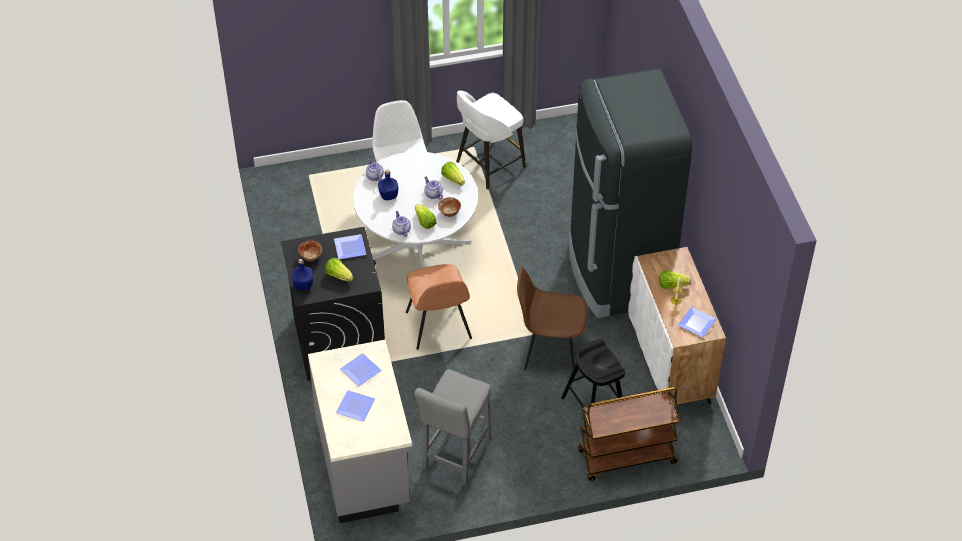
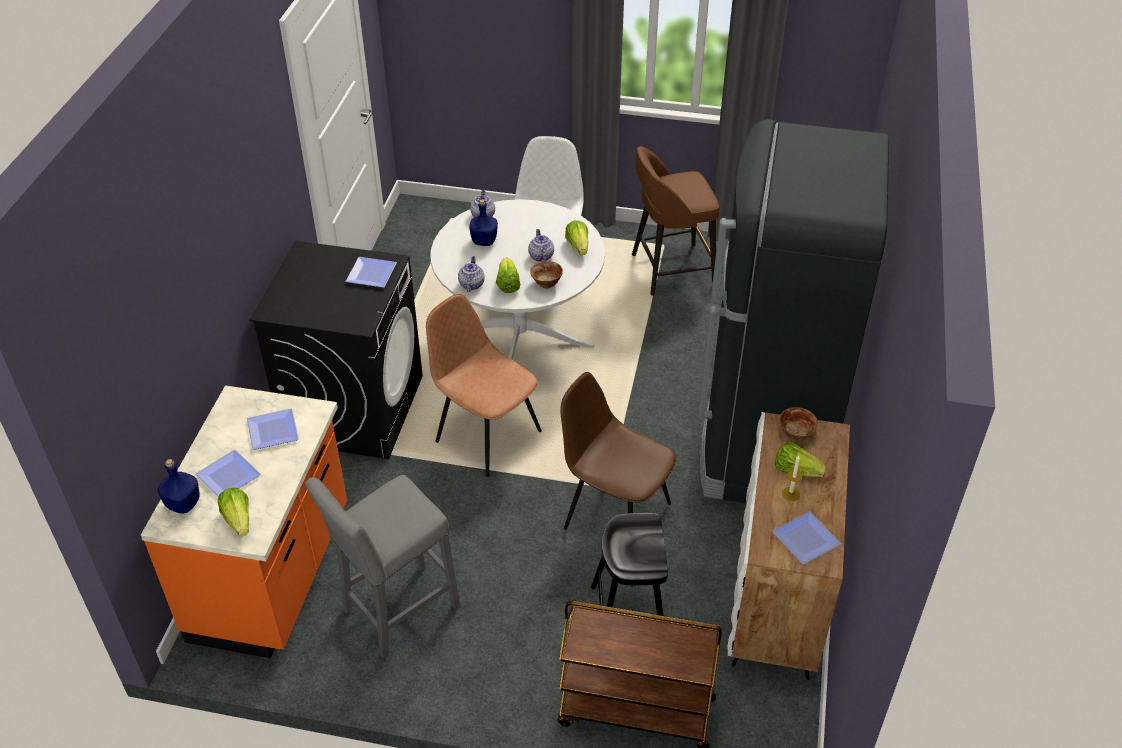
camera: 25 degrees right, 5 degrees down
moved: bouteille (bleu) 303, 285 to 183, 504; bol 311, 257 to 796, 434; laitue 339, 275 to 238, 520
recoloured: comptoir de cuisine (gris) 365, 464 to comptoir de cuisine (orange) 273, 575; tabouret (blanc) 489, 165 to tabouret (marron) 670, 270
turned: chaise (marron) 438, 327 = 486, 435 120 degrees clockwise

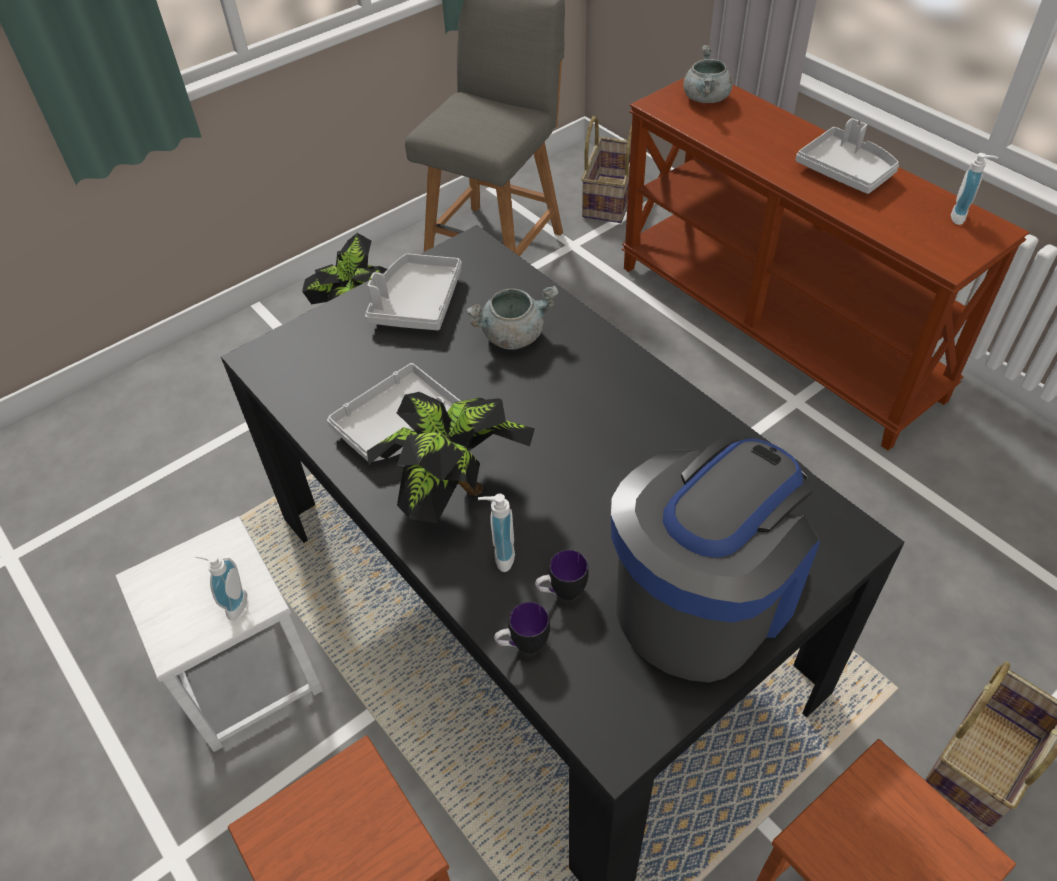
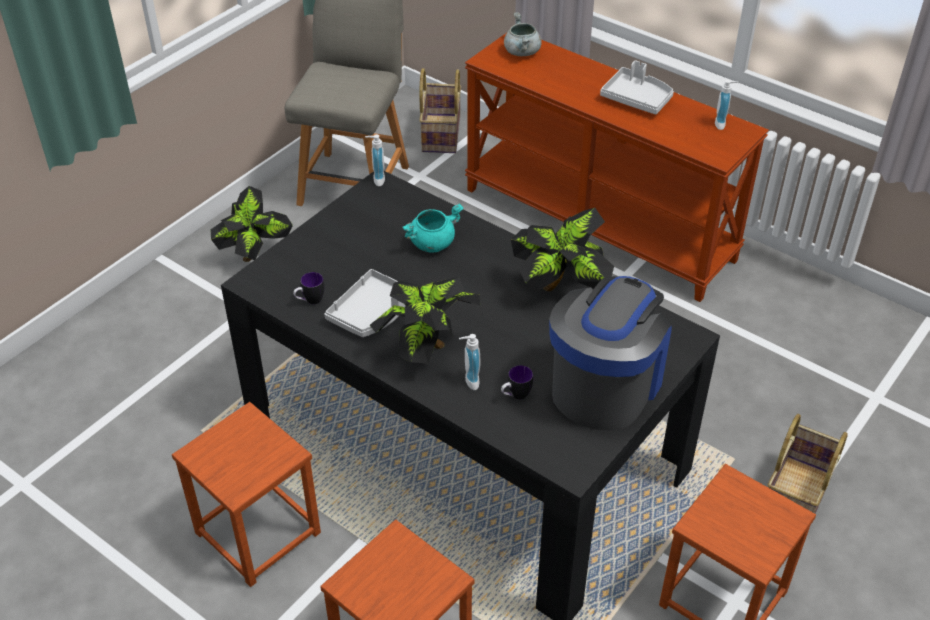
camera: 15 degrees left, 5 degrees down
removed: plateau (gris) 416, 303
added: plante en pot 561, 289
moved: distributeur de savon 233, 605 to 376, 180; mug 523, 645 to 310, 301
recoloured: tabouret (blanc) 246, 675 to tabouret (marron) 257, 533; marmite (gris) 513, 335 to marmite (turquoise) 432, 243

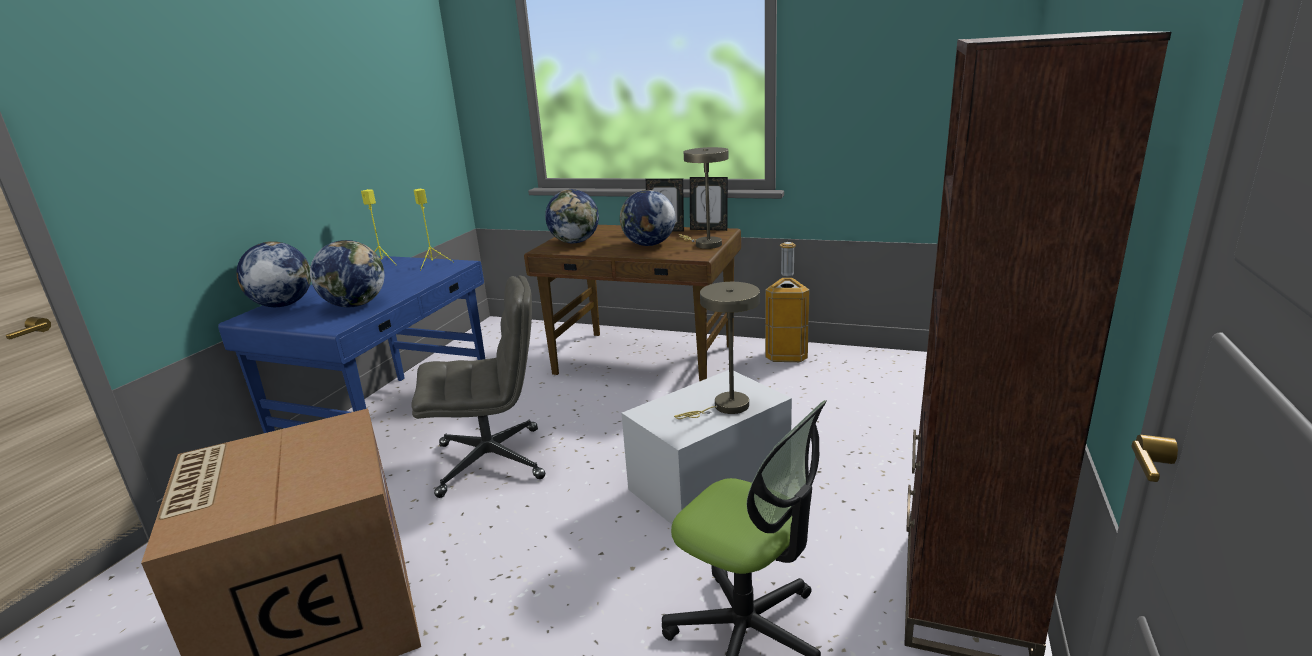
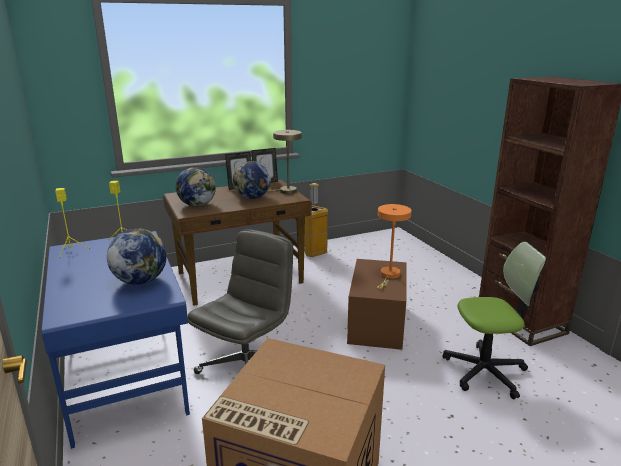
camera: 45 degrees left, 0 degrees up
removed: globe 282, 305
recoloured: boîte de rangement (blanc) 710, 481 to boîte de rangement (marron) 376, 323; lampe de table (beige) 725, 407 to lampe de table (orange) 389, 276

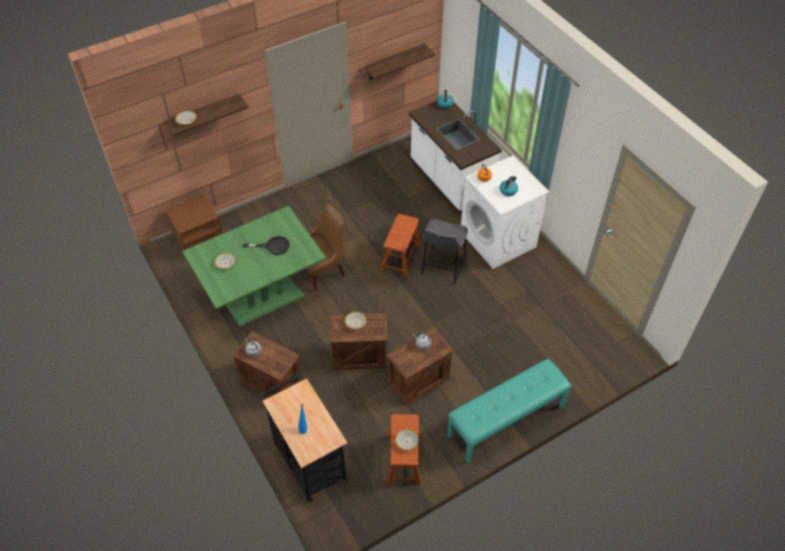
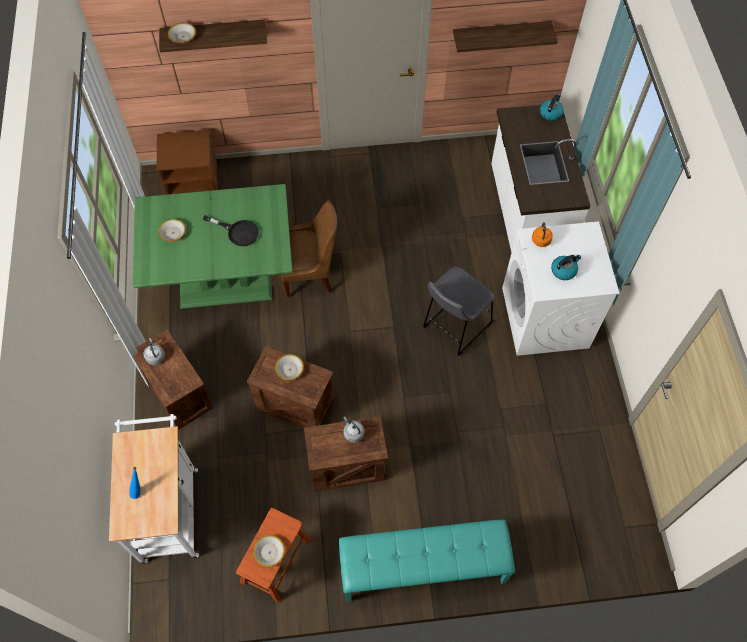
camera: 25 degrees right, 10 degrees up
removed: tabouret (marron) 401, 257
recoloured: chariot (noir) 308, 459 to chariot (blanc) 169, 508

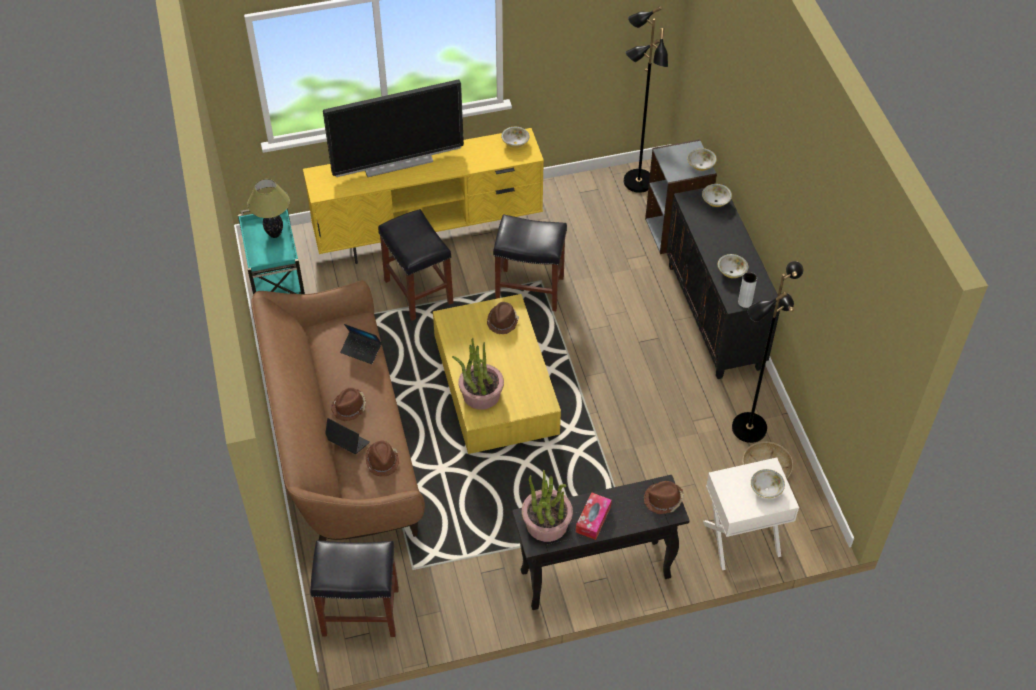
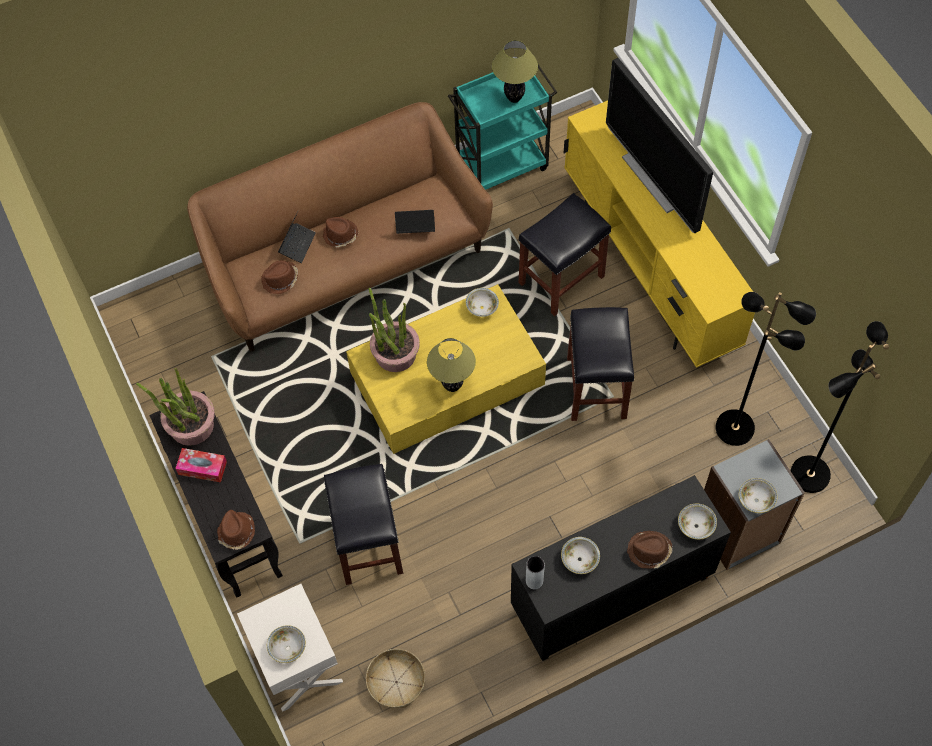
camera: 80 degrees right, 10 degrees up
added: lampe de table 452, 386
moved: tabouret (noir) 359, 612 to 367, 543; chapeau (marron) 503, 321 to 649, 551; bol 515, 143 to 482, 308; lampadaire (noir) 748, 427 to 735, 427
turned: ordinateur portable 361, 350 = 415, 227 75 degrees clockwise

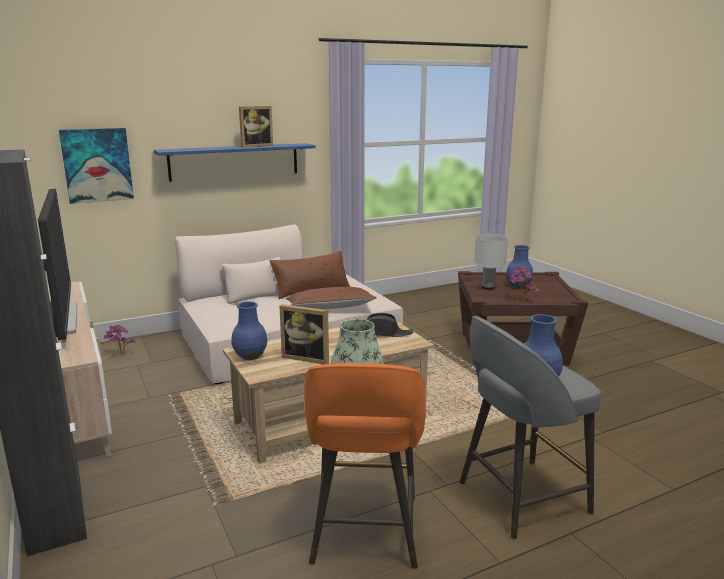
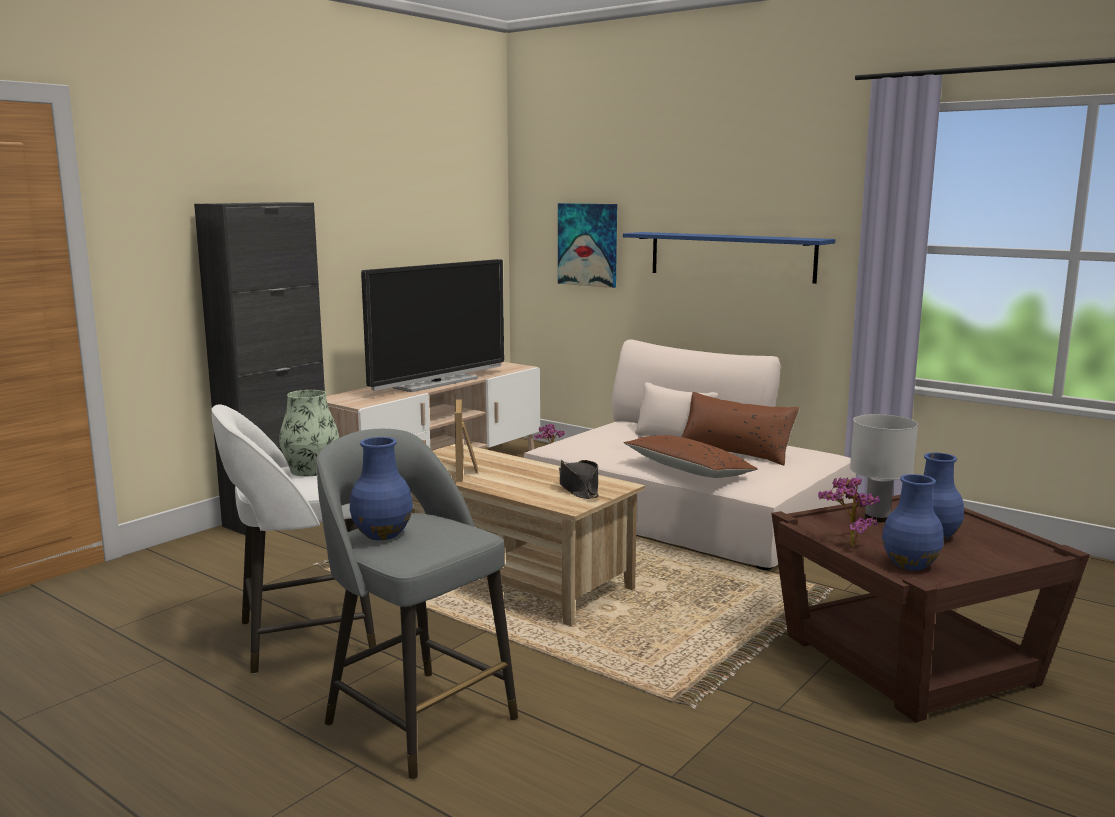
camera: 65 degrees right, 5 degrees down
removed: cadre photo 255, 146
moved: vase (bleu) 250, 356 to 910, 564
recoloured: tabouret (orange) 364, 533 to tabouret (blanc) 301, 637

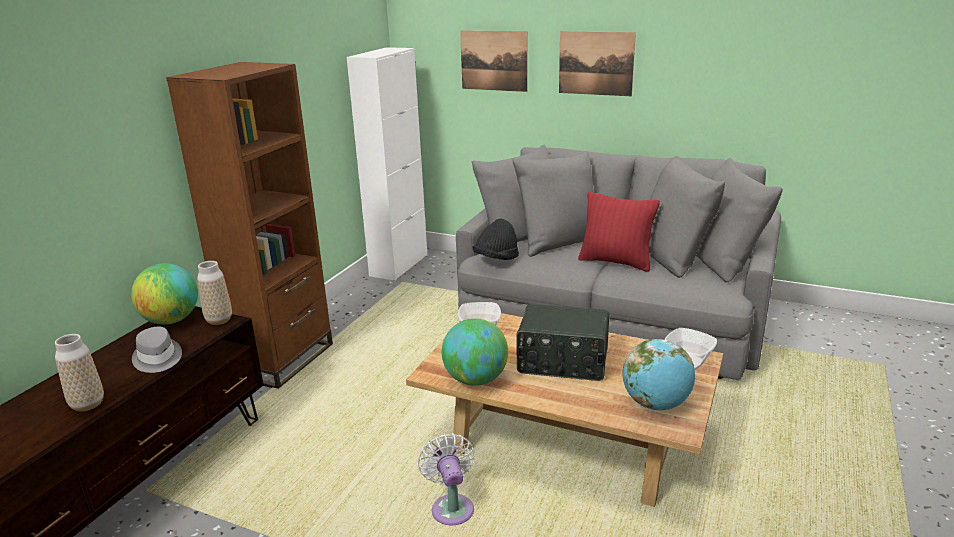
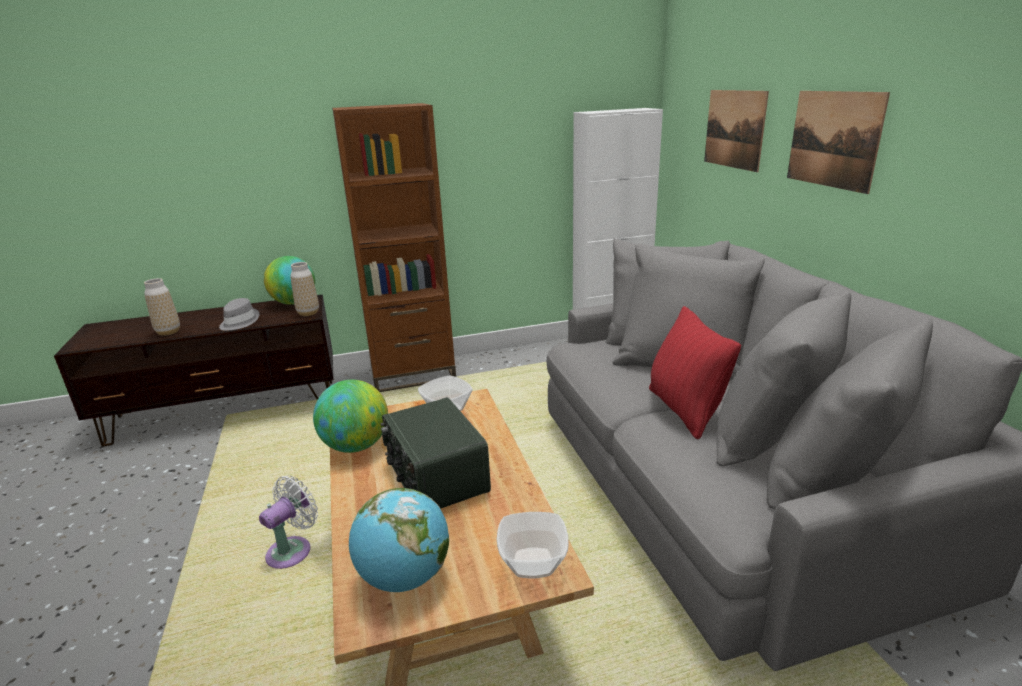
camera: 50 degrees right, 0 degrees up
removed: chapeau (noir) 496, 259

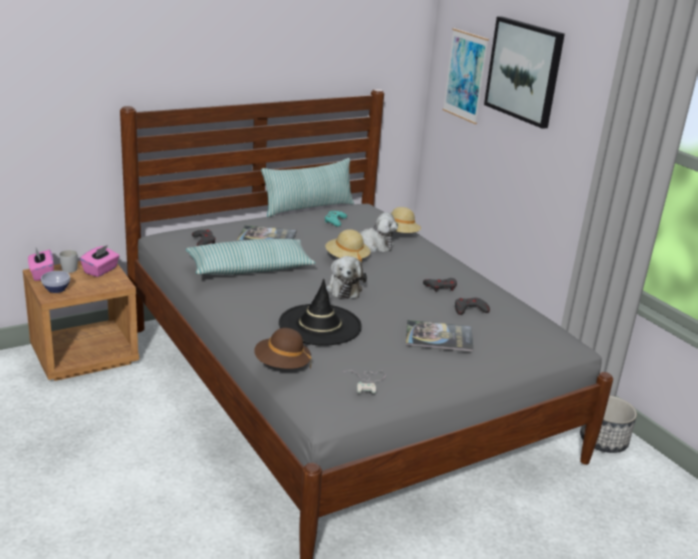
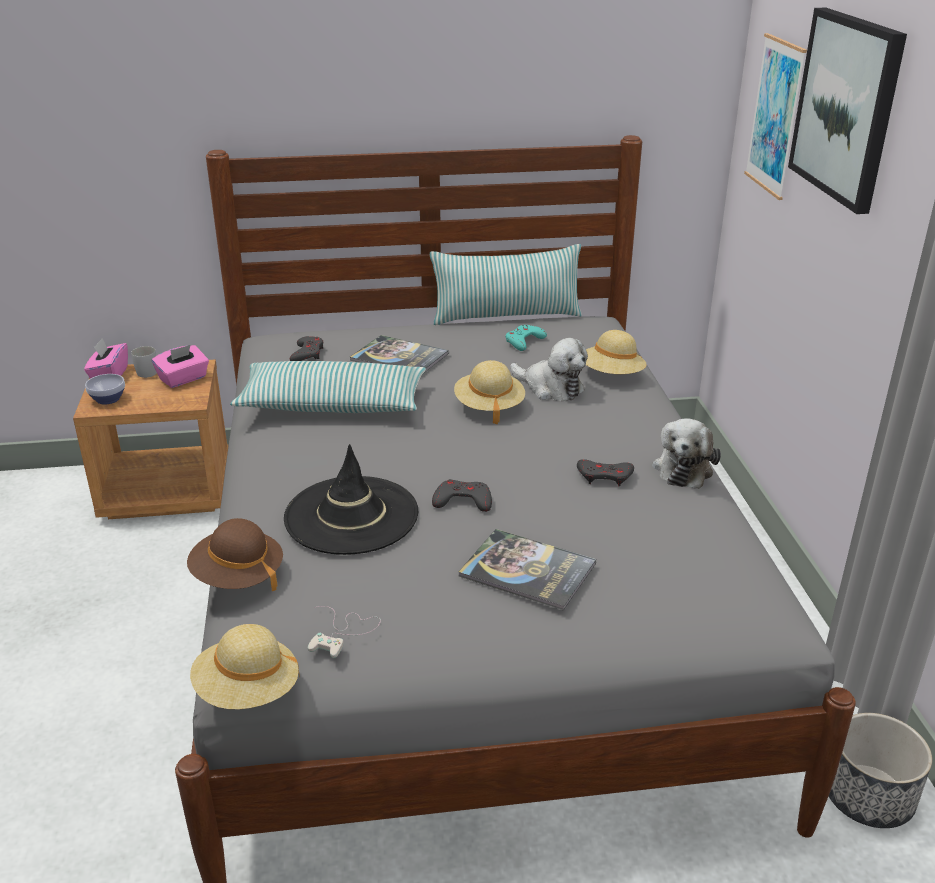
camera: 25 degrees right, 5 degrees up
added: chapeau (beige) 247, 691
moved: peluche 343, 288 to 683, 468; manette (gris) 469, 309 to 463, 501

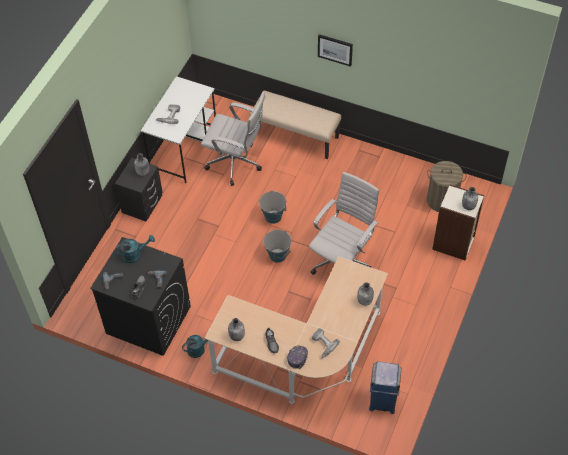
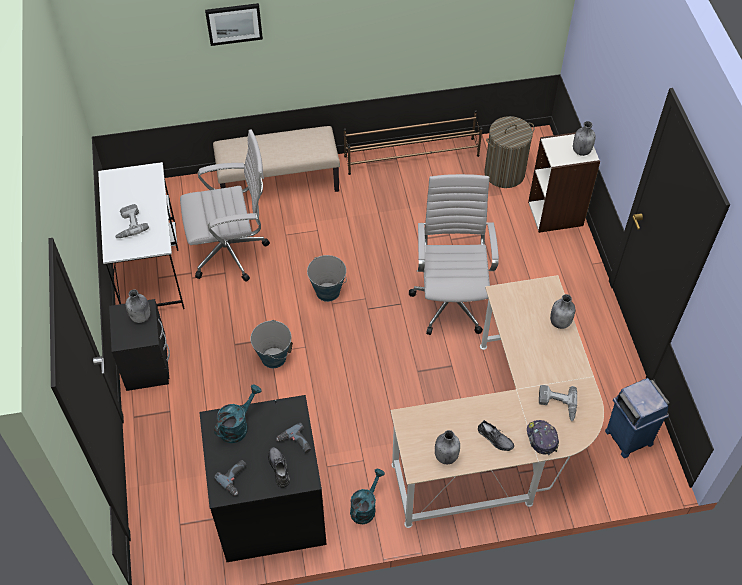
camera: 35 degrees left, 0 degrees up
added: étagère à chaussures (marron) 412, 156
moved: seau 278, 255 to 273, 357; tableau 335, 49 to 234, 23

